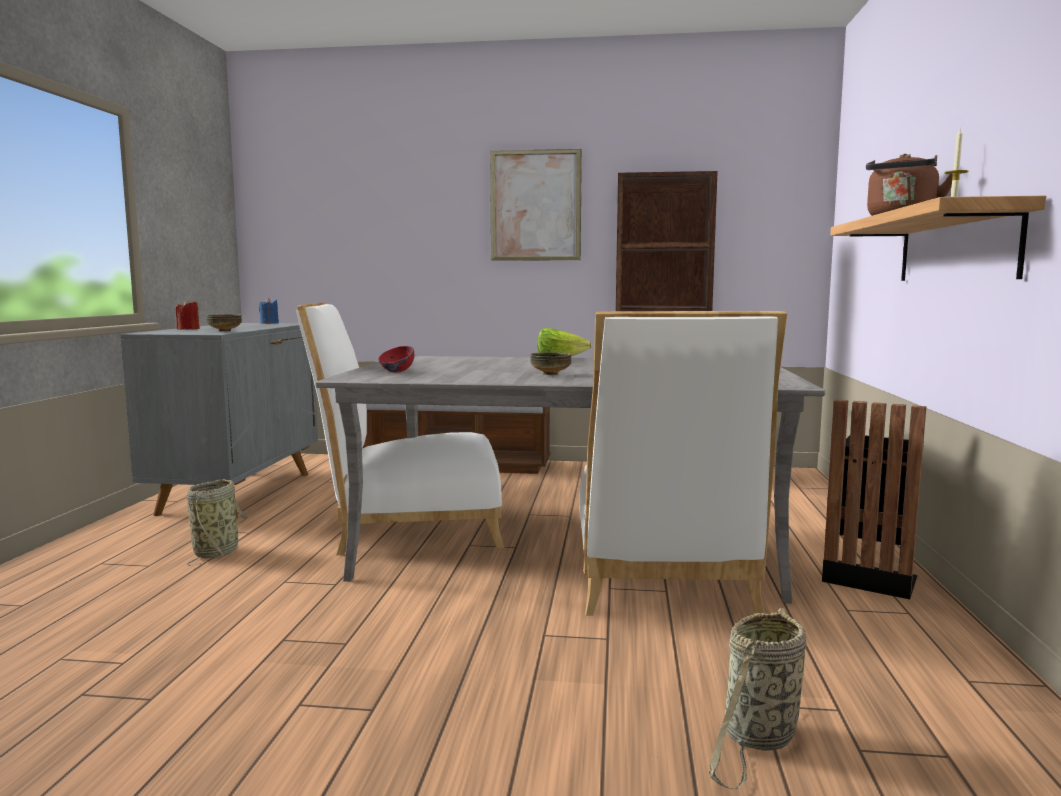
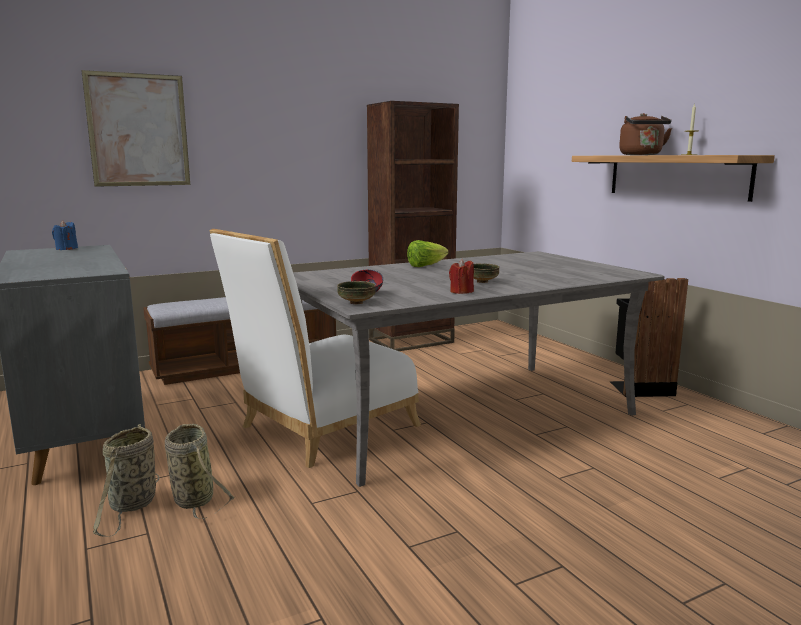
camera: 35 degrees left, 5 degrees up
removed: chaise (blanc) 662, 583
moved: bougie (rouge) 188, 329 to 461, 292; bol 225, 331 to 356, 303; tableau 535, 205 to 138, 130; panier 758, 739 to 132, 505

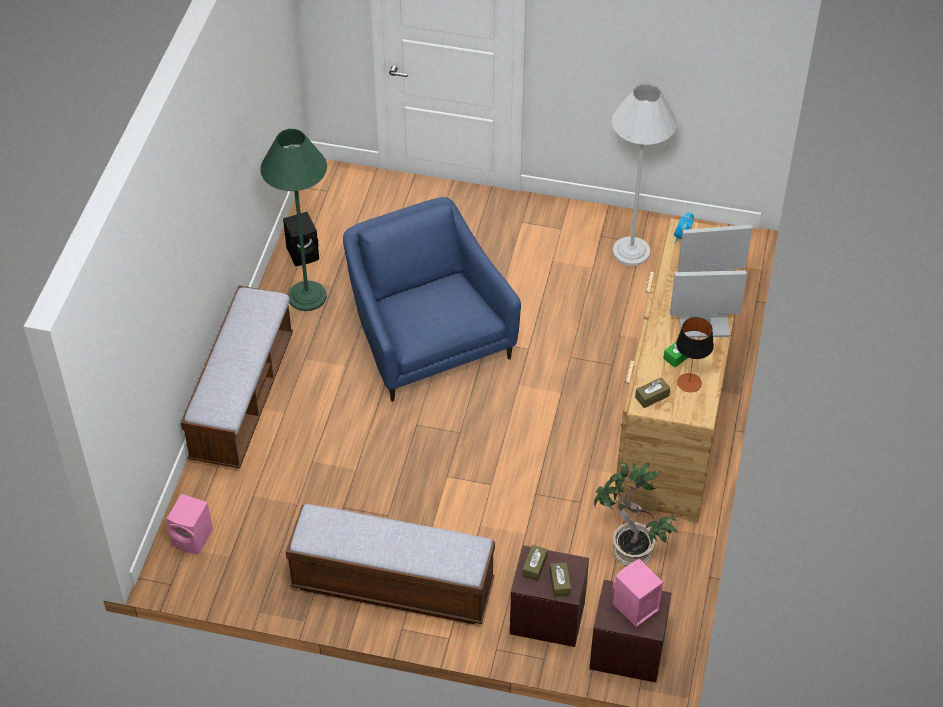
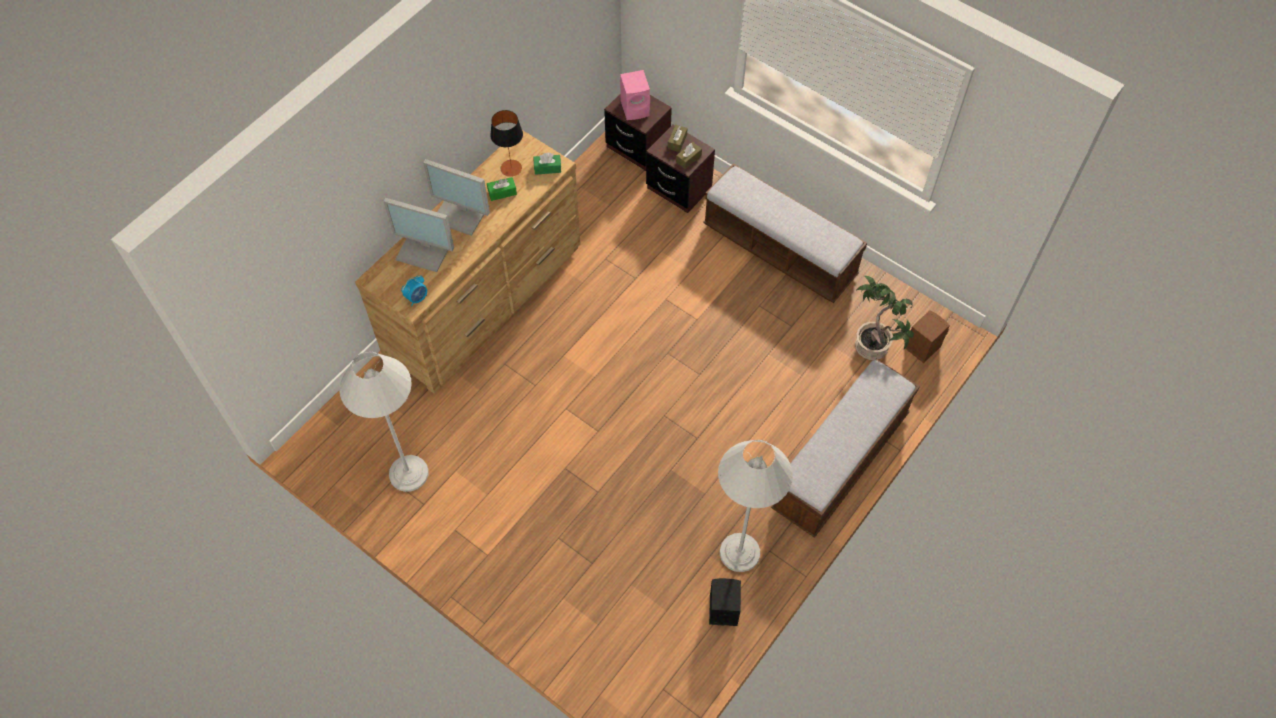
camera: 155 degrees left, 10 degrees up
removed: fauteuil (bleu) 427, 338
moved: plante en pot 630, 552 to 873, 346
recoloured: enceinte (rose) 193, 538 to enceinte (marron) 921, 346; lampadaire (vert) 307, 296 to lampadaire (blanc) 739, 552; boîte à mouchoirs (marron) 652, 396 to boîte à mouchoirs (vert) 547, 168

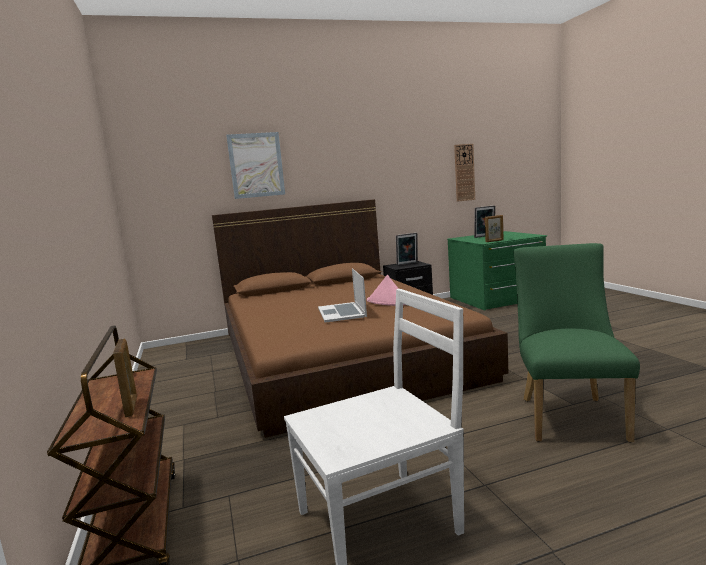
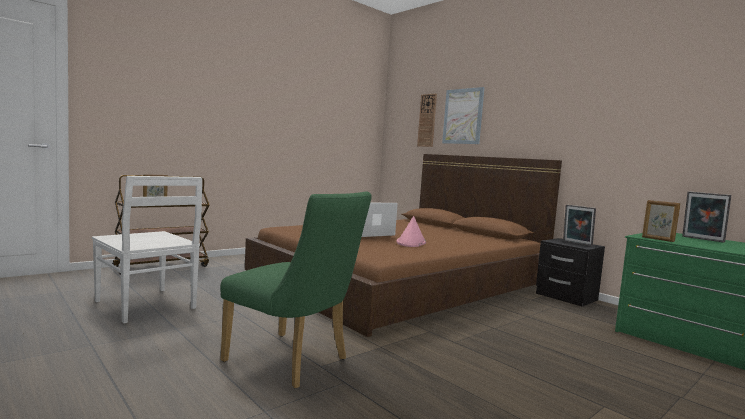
camera: 65 degrees right, 5 degrees down
moved: horloge murale 464, 172 to 427, 120
turned: chaise (vert) 569, 415 = 293, 362 45 degrees clockwise

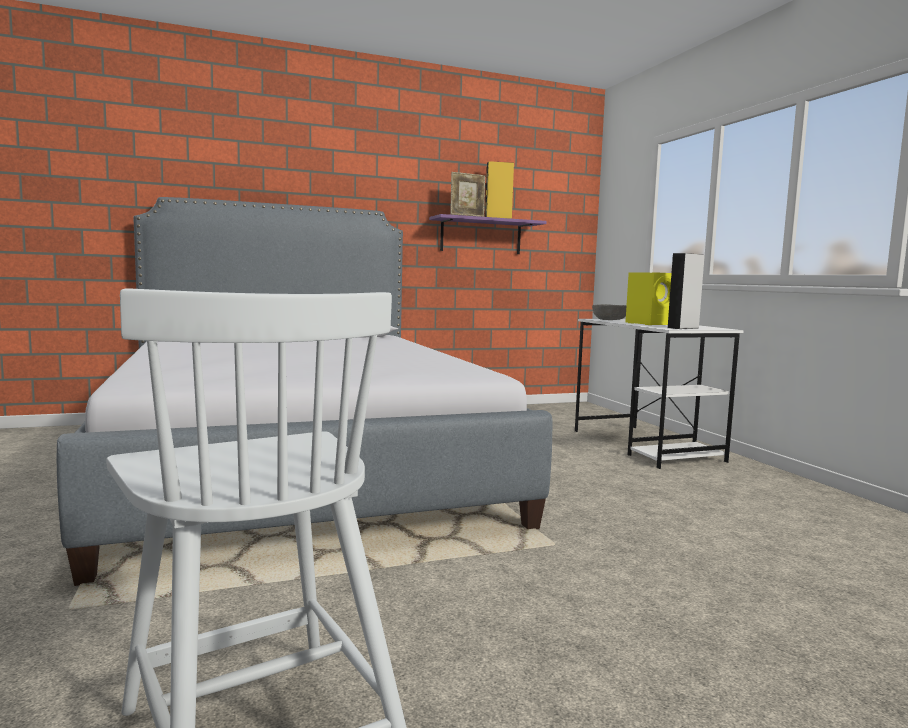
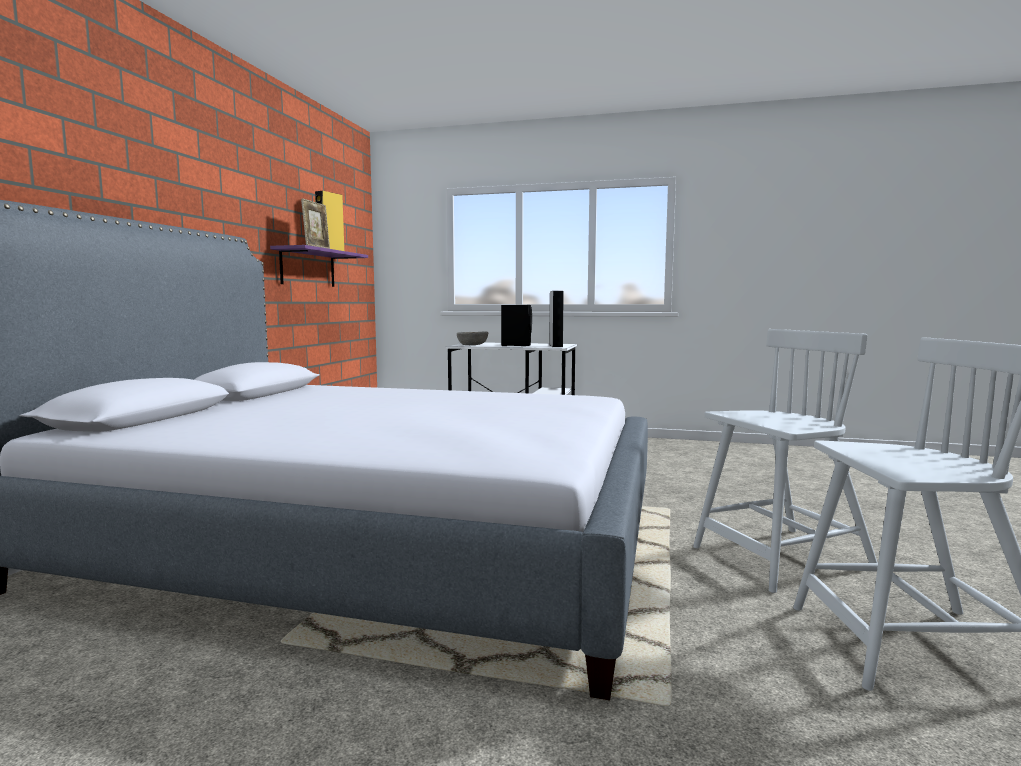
camera: 55 degrees left, 0 degrees up
added: chaise (blanc) 780, 558
recoloured: enceinte (jaune) 650, 324 to enceinte (noir) 516, 345

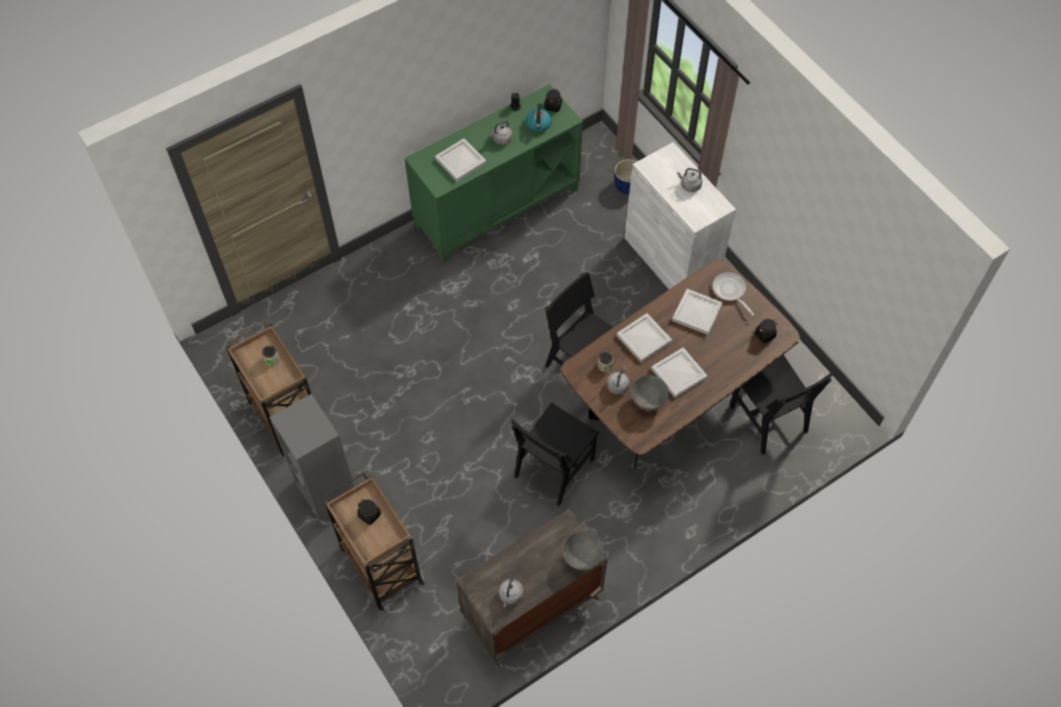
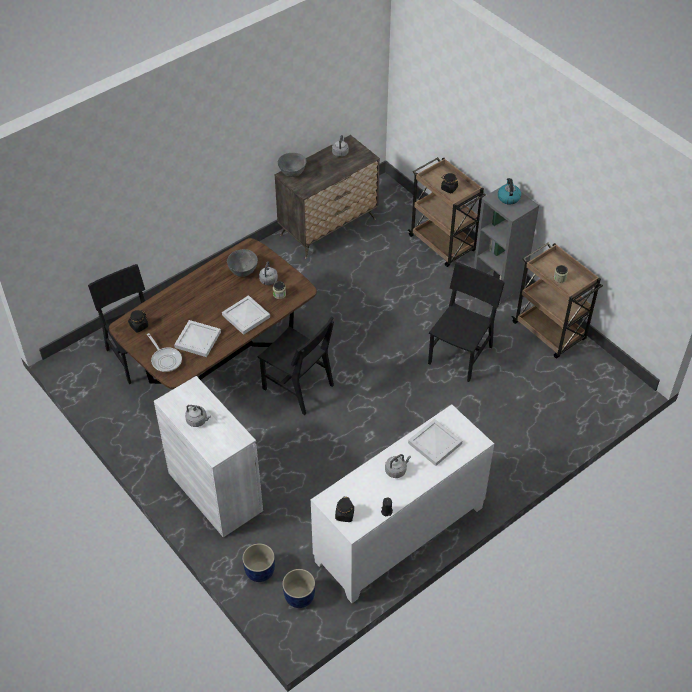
camera: 175 degrees right, 10 degrees down
removed: plateau (blanc) 679, 373
added: cache-pot (bleu) 300, 596
moved: chaise (noir) 554, 467 to 460, 355; bouilloire 538, 124 to 508, 197
recoloured: meuble de rangement (vert) 496, 207 to meuble de rangement (blanc) 400, 535

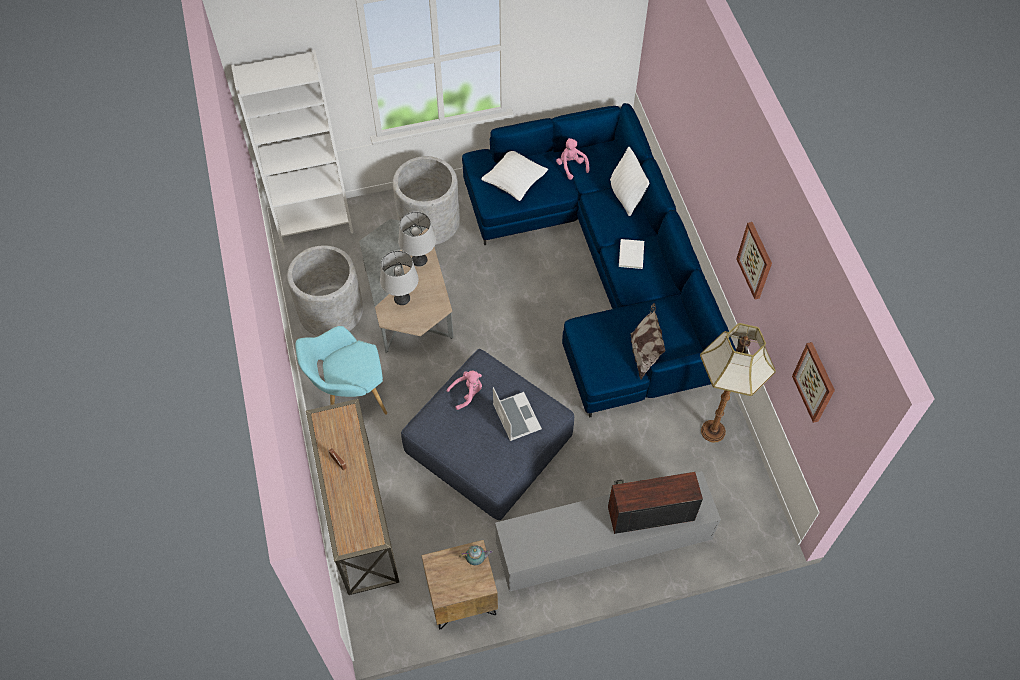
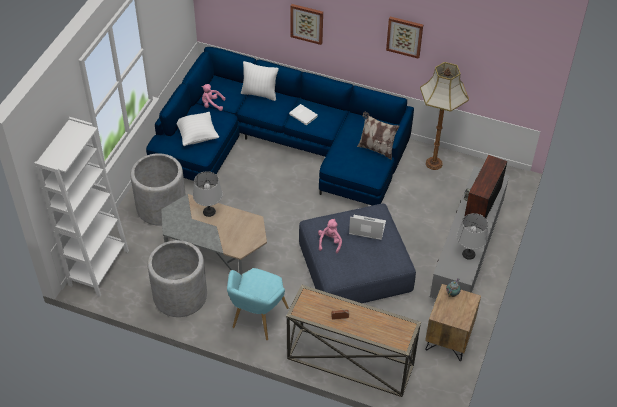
camera: 55 degrees left, 10 degrees down
moved: lampe de table (gris) 402, 298 to 468, 254; tableau 815, 382 to 307, 23

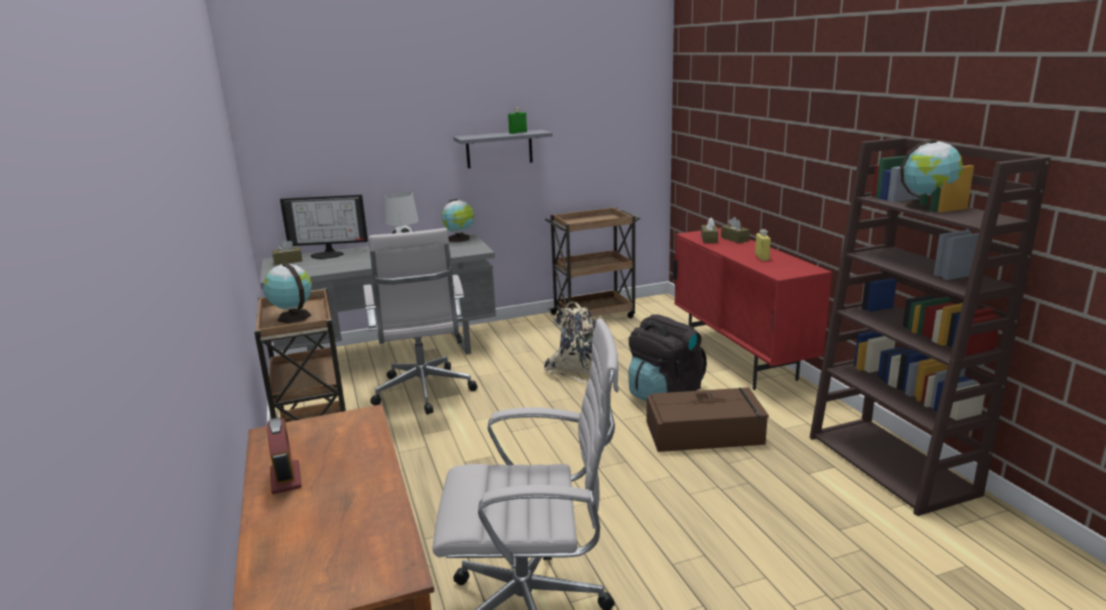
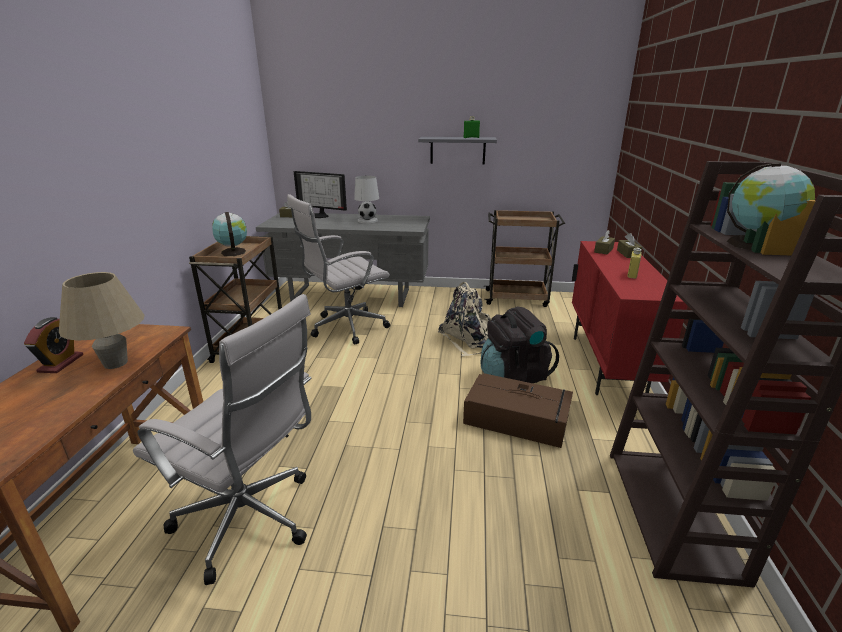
camera: 25 degrees right, 5 degrees up
removed: globe 459, 239
added: lampe de table (beige) 115, 363
turned: chaise de bureau (blanc) 424, 393 = 345, 328 45 degrees clockwise

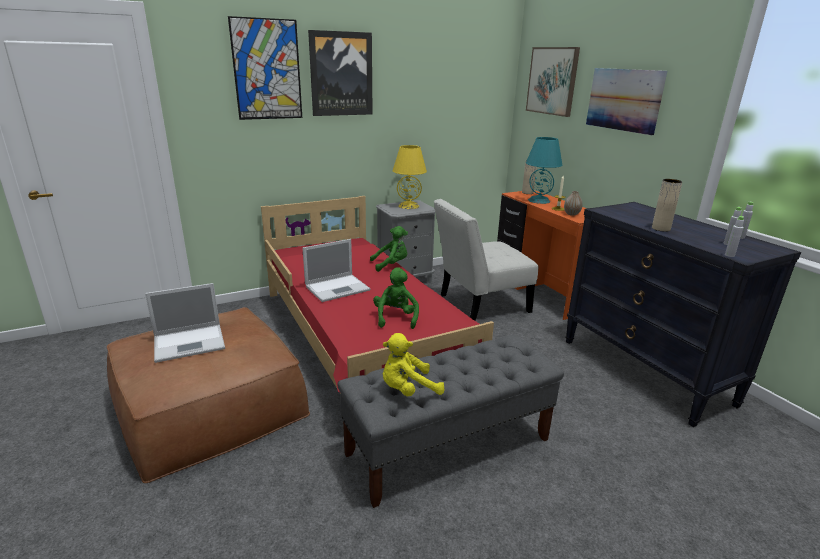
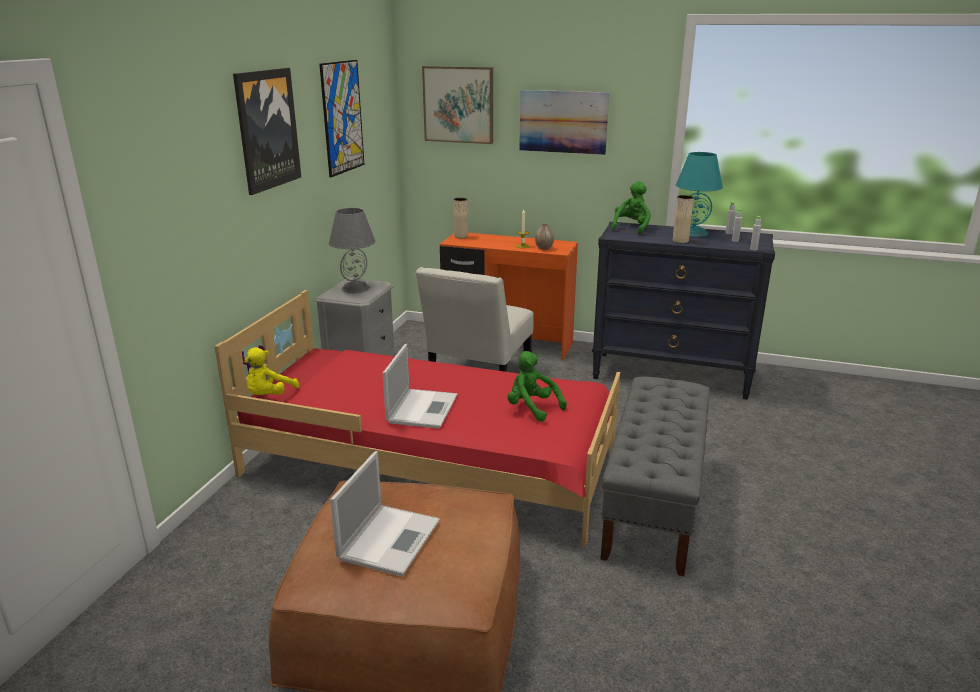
camera: 45 degrees left, 0 degrees up
moved: tableau 267, 70 to 342, 117; peluche (vert) 391, 265 to 631, 228; peluche (jaune) 408, 390 to 269, 396; lampe de table (turquoise) 538, 200 to 693, 233
recoloured: lampe de table (jaune) 408, 206 to lampe de table (gris) 355, 288

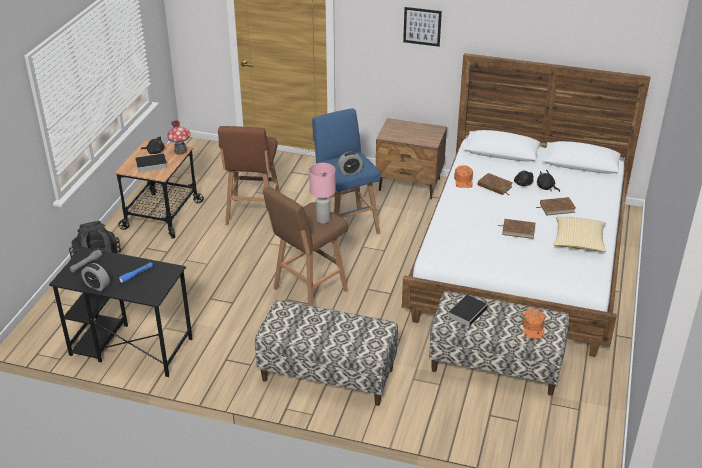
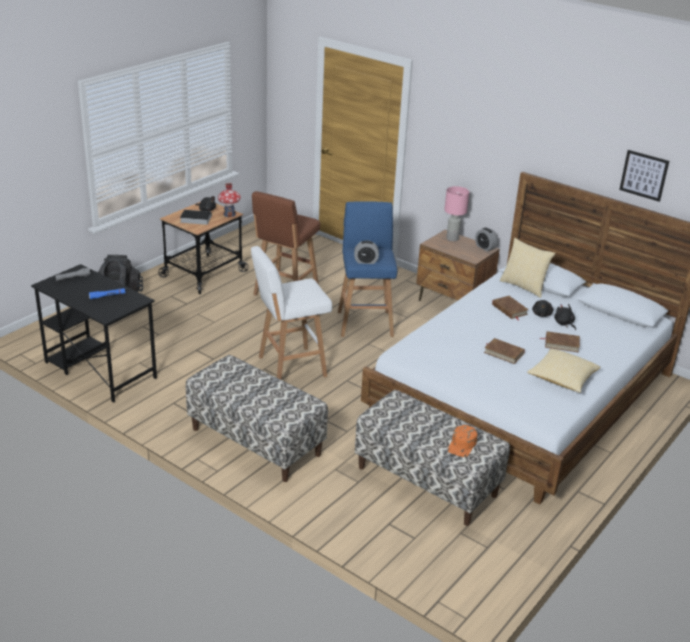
camera: 20 degrees right, 5 degrees down
removed: livre 468, 312; casquette (orange) 463, 180
added: coussin 524, 286
moved: réveil 97, 286 to 484, 247; lampe de table (rose) 323, 219 to 452, 238; tableau 422, 26 to 644, 175
recoloured: tabouret (marron) 308, 291 to tabouret (blanc) 289, 367

